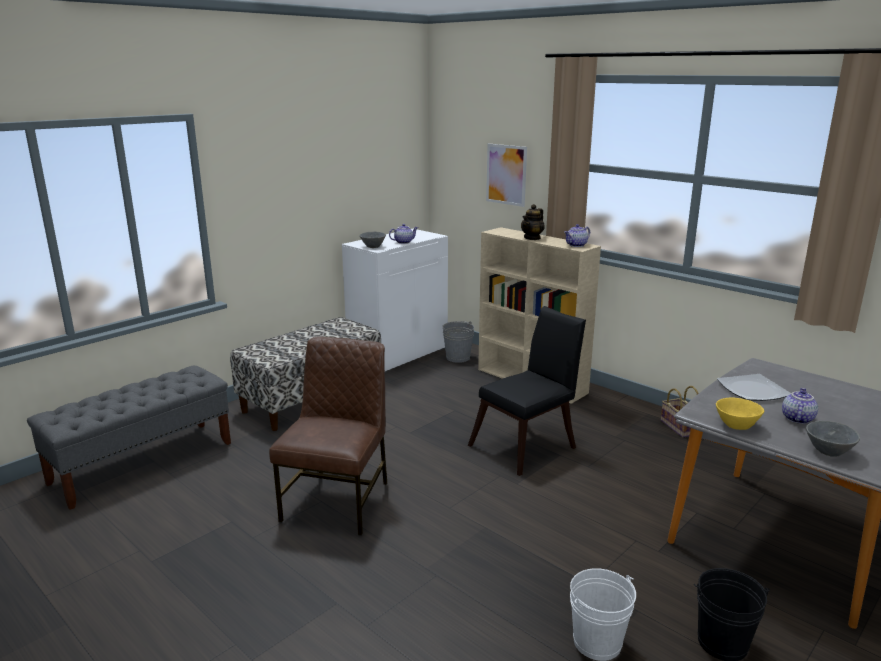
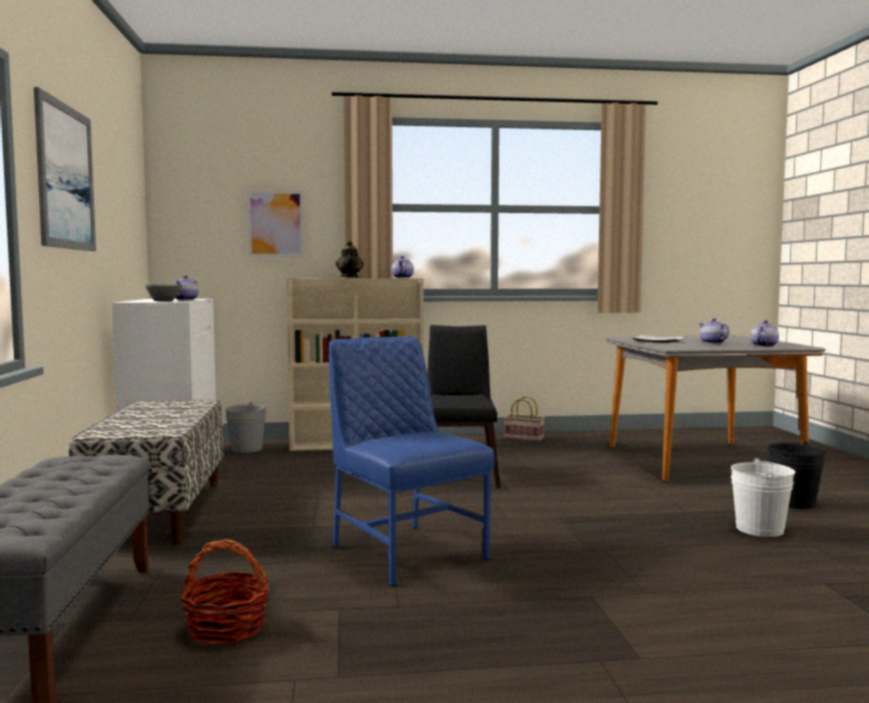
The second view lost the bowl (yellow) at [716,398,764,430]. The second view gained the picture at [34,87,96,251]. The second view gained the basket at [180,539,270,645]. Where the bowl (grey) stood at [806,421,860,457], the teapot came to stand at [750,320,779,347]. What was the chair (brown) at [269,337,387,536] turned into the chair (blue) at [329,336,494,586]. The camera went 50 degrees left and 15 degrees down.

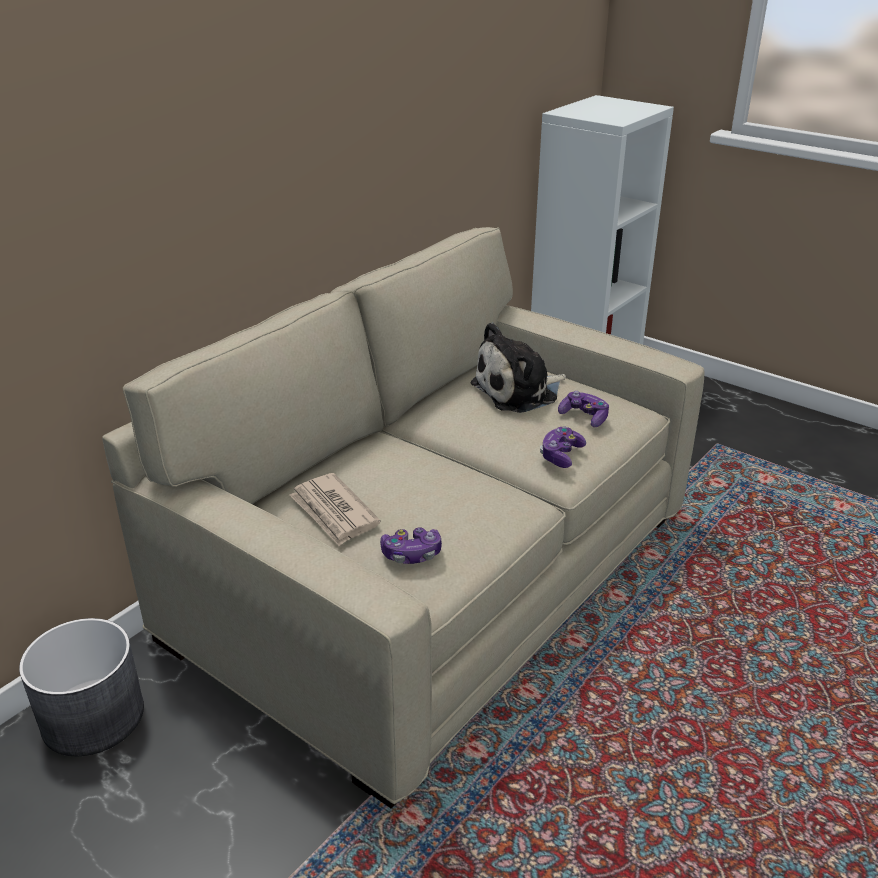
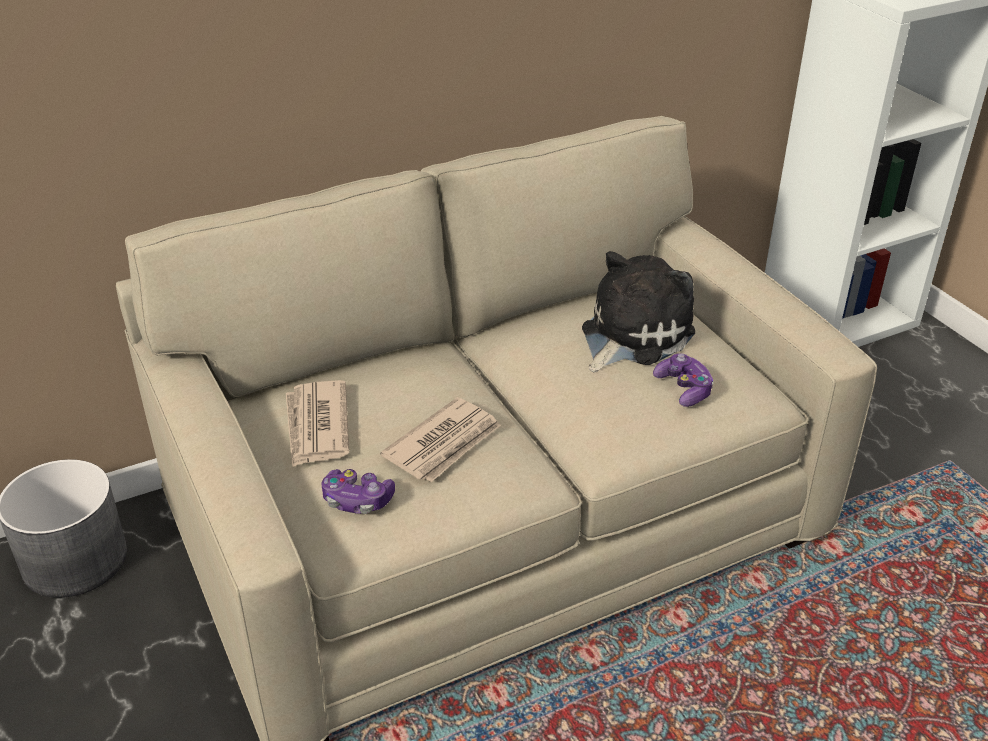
The second view lost the game controller at [540,427,586,468]. The second view gained the newspaper at [380,397,501,482]. The plush toy at [471,322,566,413] ended up facing another way, 135 degrees clockwise from before. The camera went 25 degrees right and 5 degrees up.

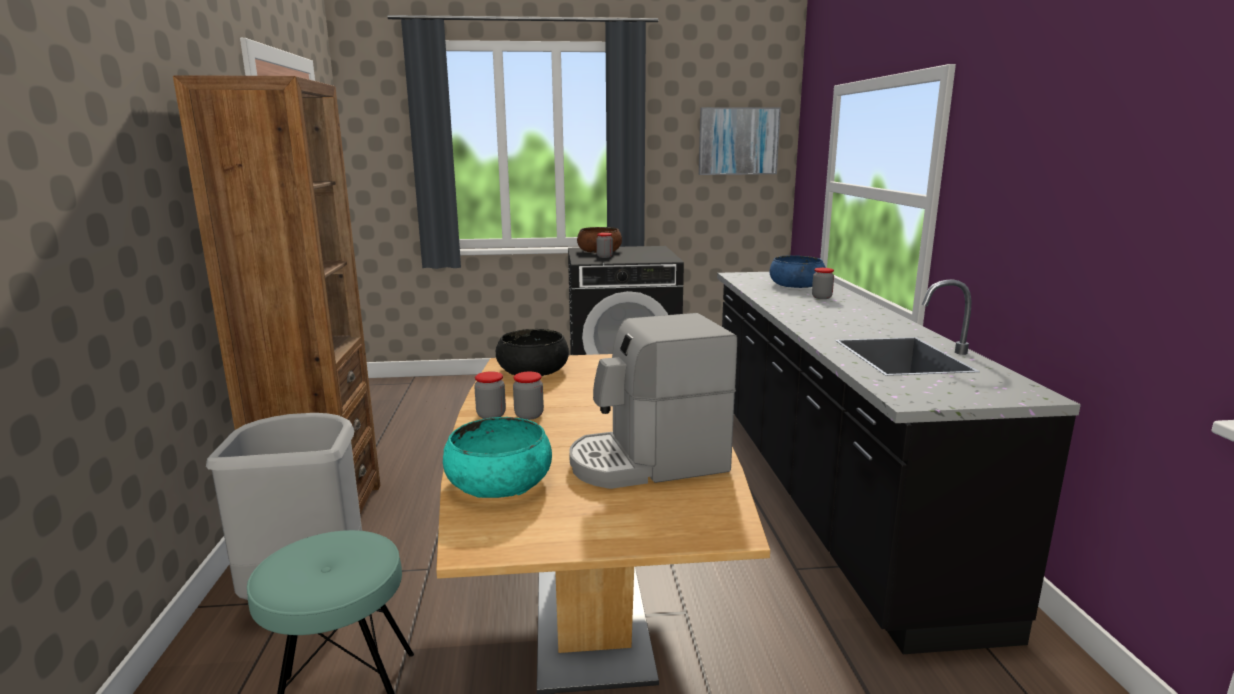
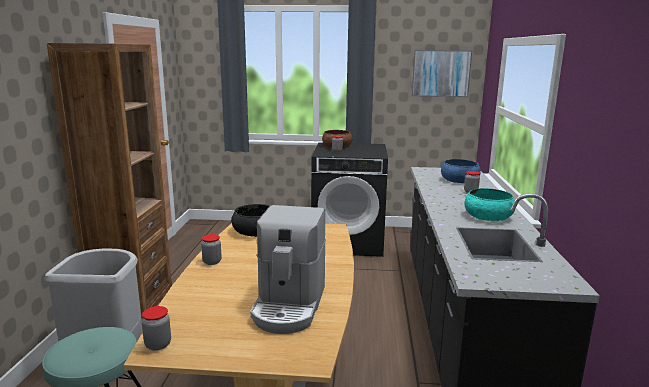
The bowl (turquoise) ended up elsewhere, having gone from [443,417,552,498] to [465,188,515,221]. The jar ended up elsewhere, having gone from [513,372,544,420] to [142,306,171,351]. The coffee machine at [569,313,737,489] ended up facing another way, 75 degrees counterclockwise from before. The camera went 10 degrees right and 0 degrees up.

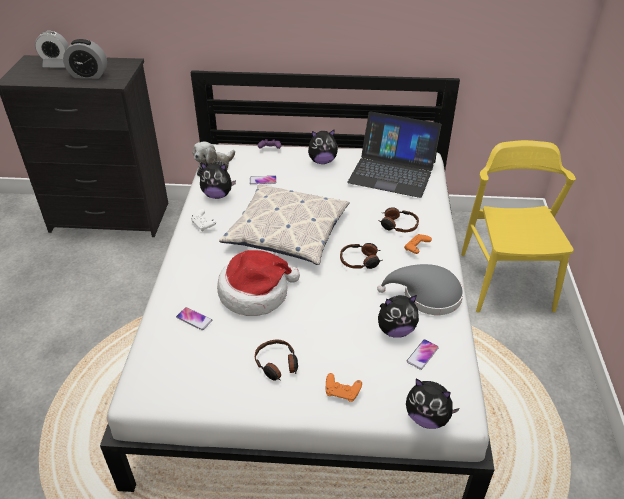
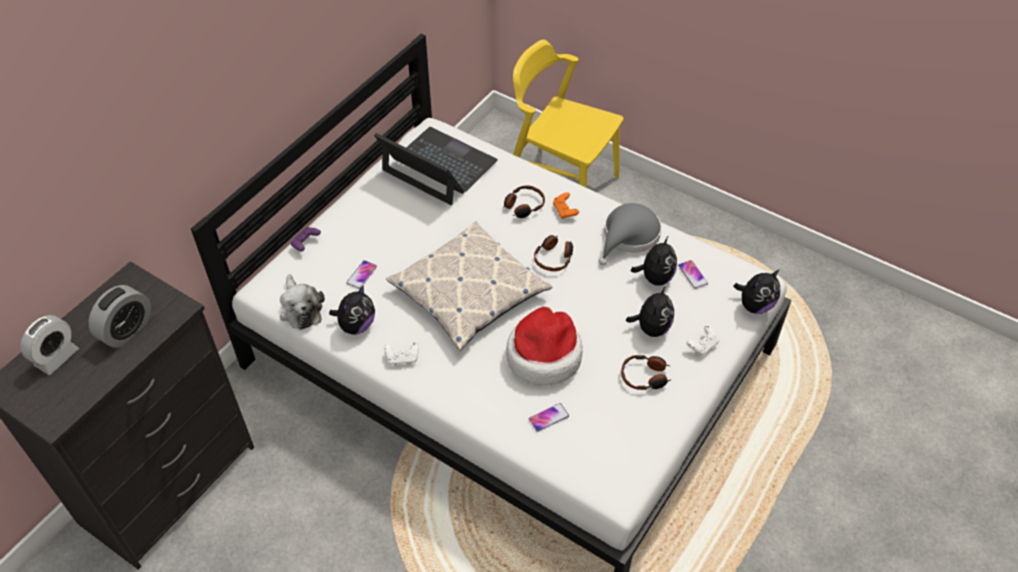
The plush toy ended up elsewhere, having gone from [308,129,338,164] to [626,286,674,337]. What was the game controller (orange) at [326,373,362,402] turned into the game controller (white) at [686,325,719,356]. The laptop at [347,112,442,198] ended up facing another way, 105 degrees counterclockwise from before. The camera went 60 degrees left and 10 degrees up.

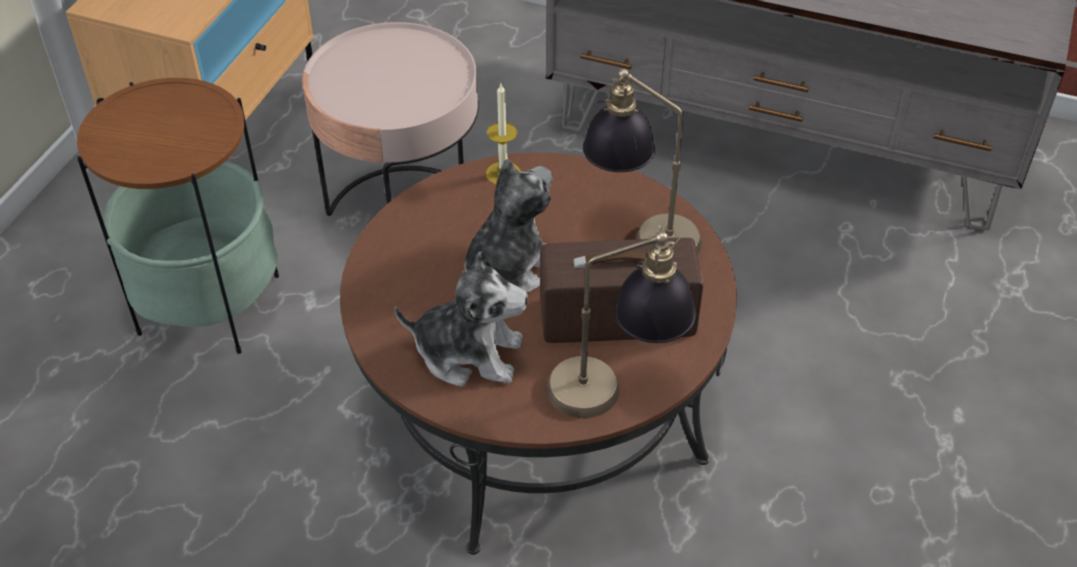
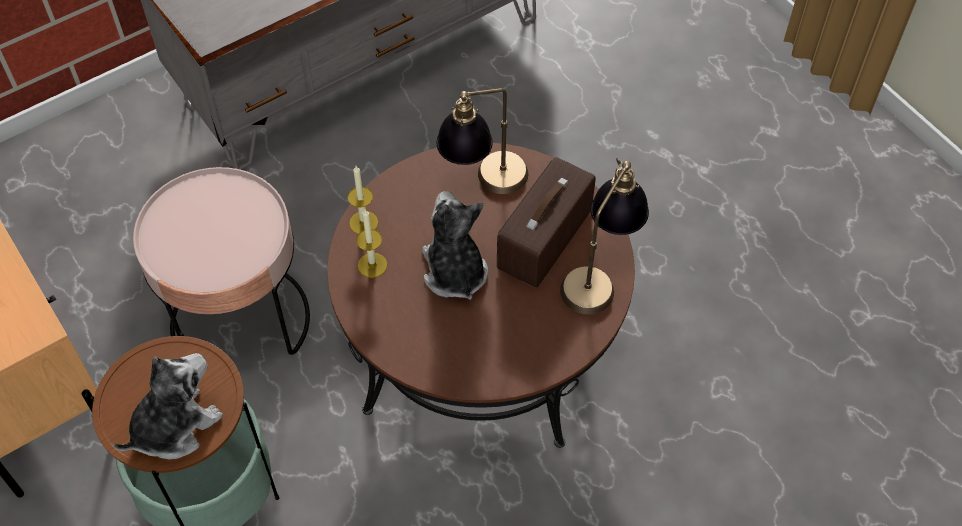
The second view gained the candle at [356,210,387,278]. The plush toy ended up elsewhere, having gone from [394,252,528,387] to [113,353,223,460]. The camera went 55 degrees left and 10 degrees up.

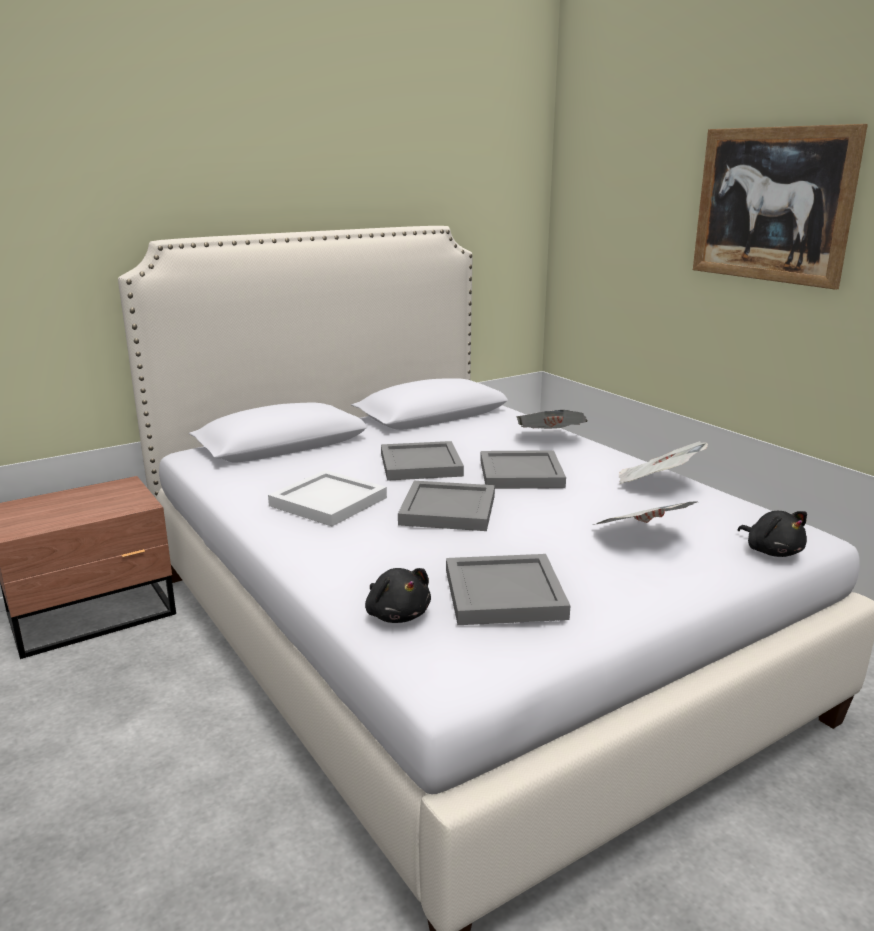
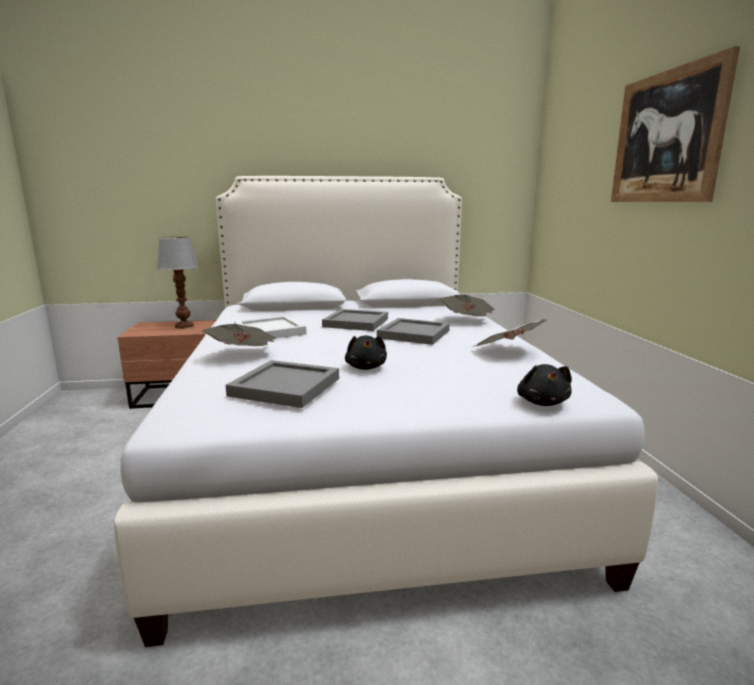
The second view lost the tray (grey) at [398,481,495,531]. The second view gained the table lamp at [157,237,199,329]. The plush toy (black) ended up elsewhere, having gone from [365,568,431,623] to [345,335,387,370]. The newspaper ended up elsewhere, having gone from [593,501,698,525] to [201,324,276,346]. The camera went 25 degrees right and 5 degrees down.

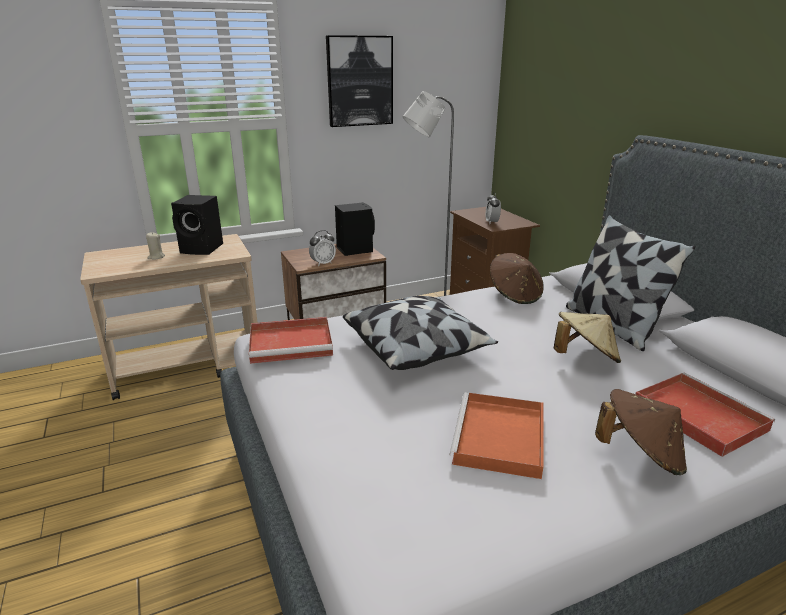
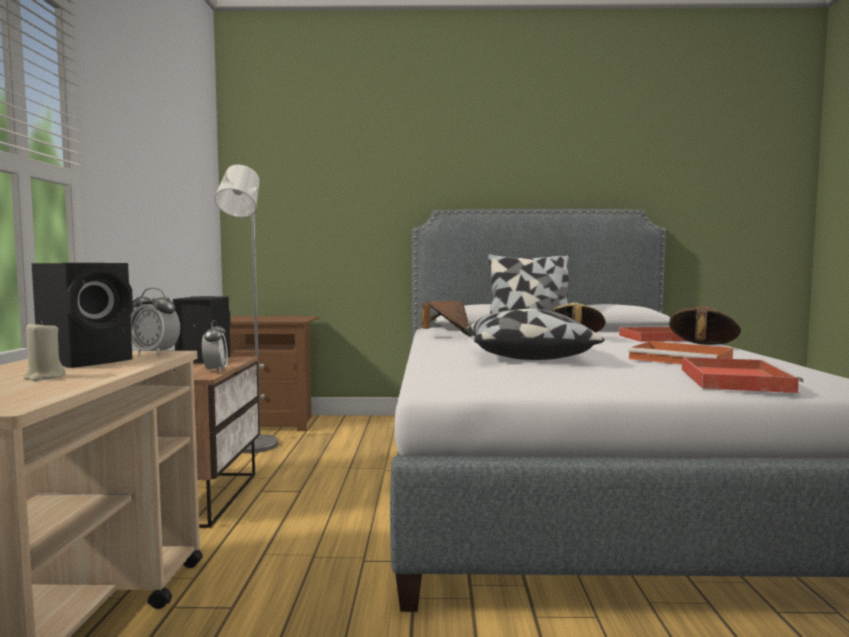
The second view lost the picture at [326,35,393,127]. The tray (red) ended up elsewhere, having gone from [249,317,333,364] to [682,357,804,393]. The alarm clock ended up elsewhere, having gone from [486,192,501,223] to [131,288,180,355]. The camera went 65 degrees left and 20 degrees down.

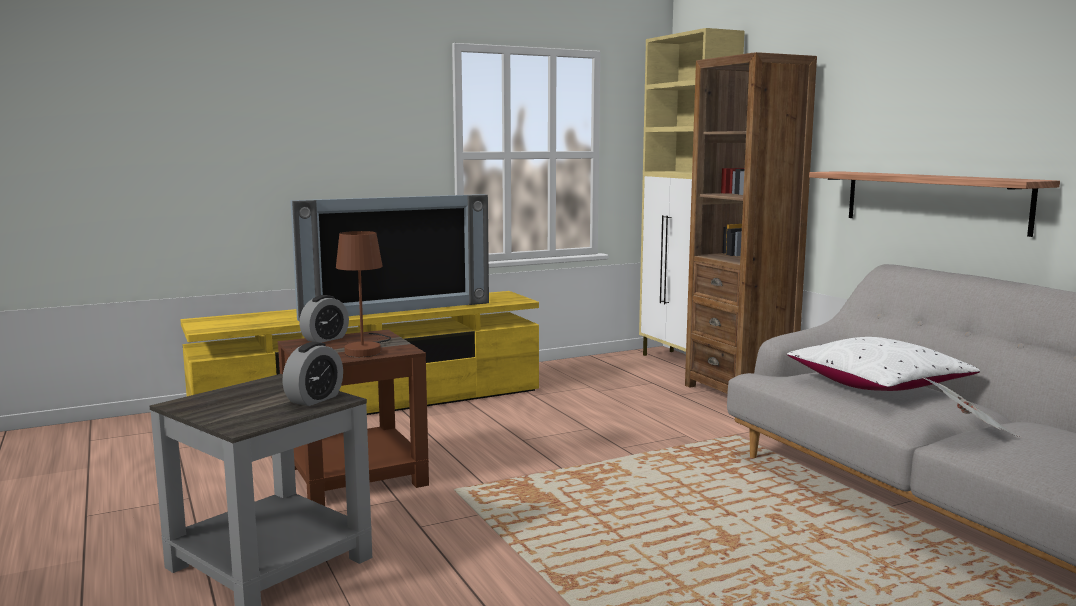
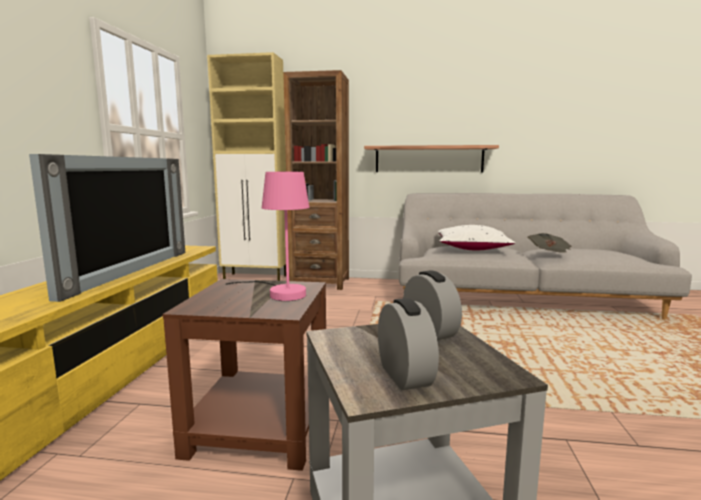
The alarm clock ended up elsewhere, having gone from [299,295,349,343] to [378,298,439,390]. What was the table lamp (brown) at [336,231,391,357] turned into the table lamp (pink) at [225,172,310,301]. The camera went 55 degrees left and 0 degrees up.

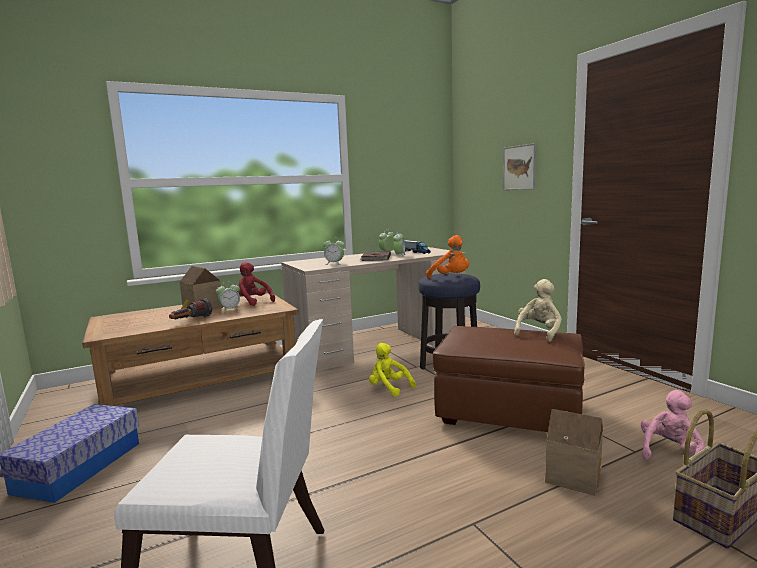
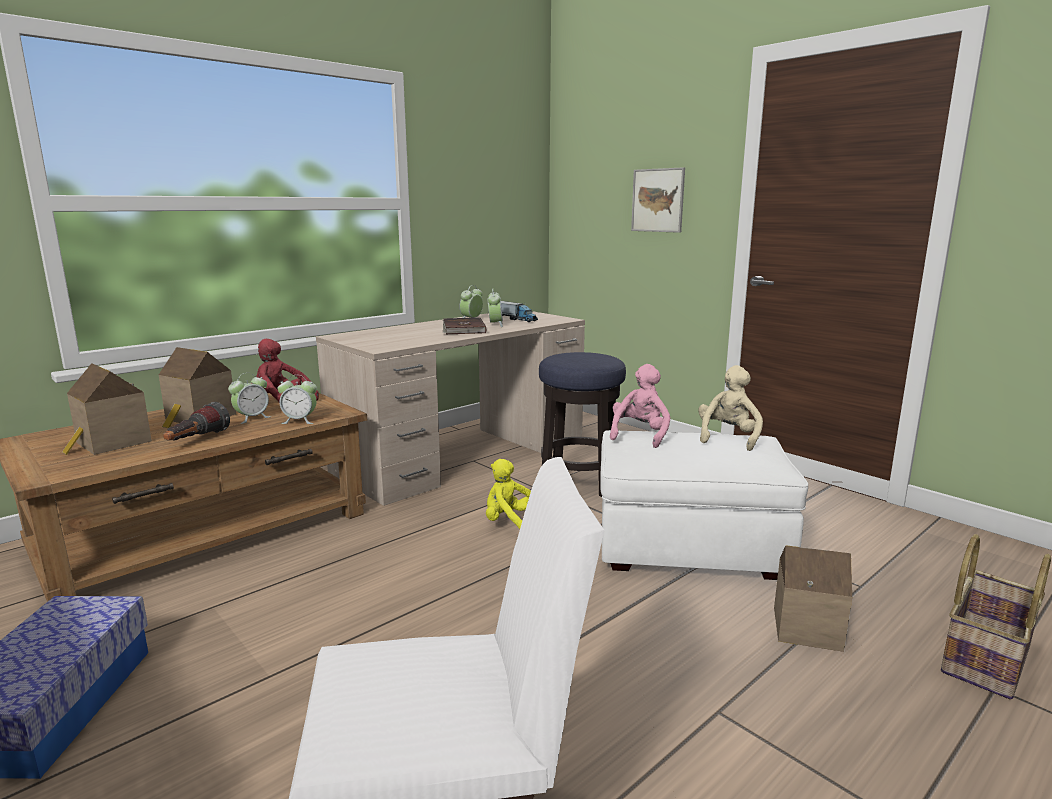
The second view lost the plush toy (orange) at [426,235,469,278]. The second view gained the toy house at [62,363,152,455]. The alarm clock ended up elsewhere, having gone from [323,237,344,265] to [278,375,317,424]. The plush toy (pink) ended up elsewhere, having gone from [641,390,705,460] to [610,364,671,448]. What was the ottoman (brown) at [433,326,585,432] turned into the ottoman (white) at [600,430,808,580]. The camera went 15 degrees left and 5 degrees up.

